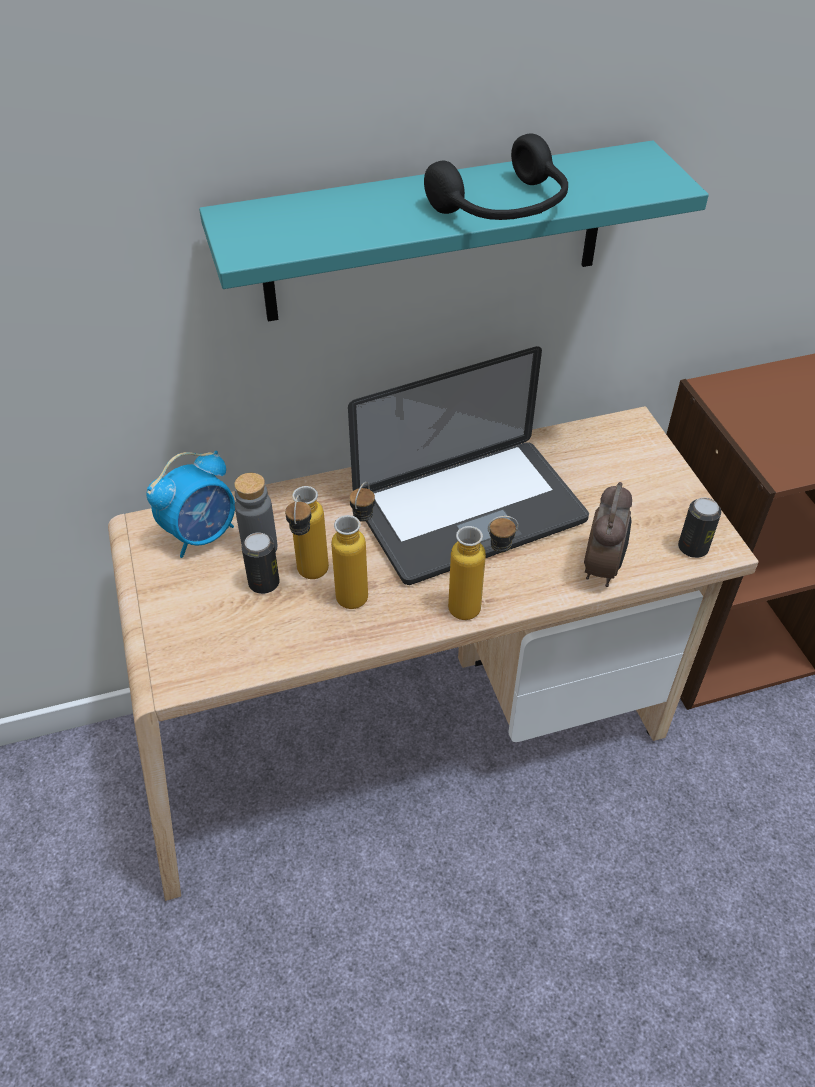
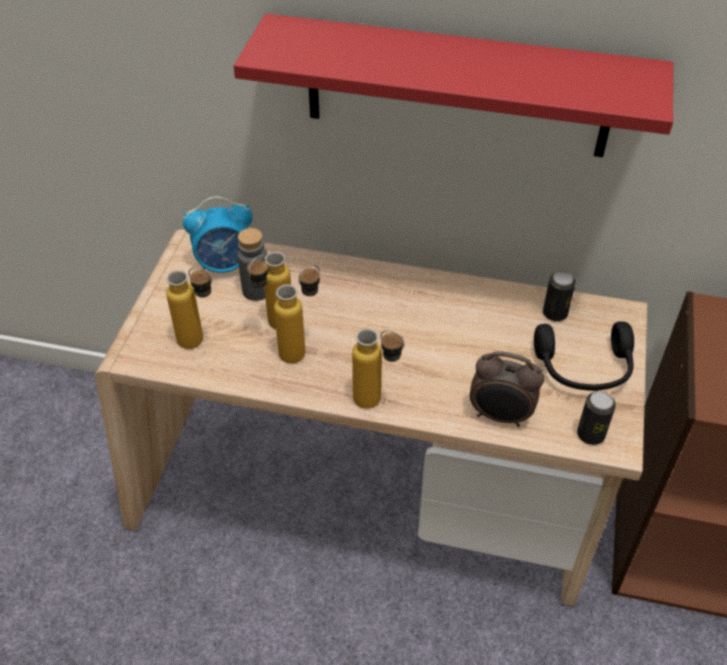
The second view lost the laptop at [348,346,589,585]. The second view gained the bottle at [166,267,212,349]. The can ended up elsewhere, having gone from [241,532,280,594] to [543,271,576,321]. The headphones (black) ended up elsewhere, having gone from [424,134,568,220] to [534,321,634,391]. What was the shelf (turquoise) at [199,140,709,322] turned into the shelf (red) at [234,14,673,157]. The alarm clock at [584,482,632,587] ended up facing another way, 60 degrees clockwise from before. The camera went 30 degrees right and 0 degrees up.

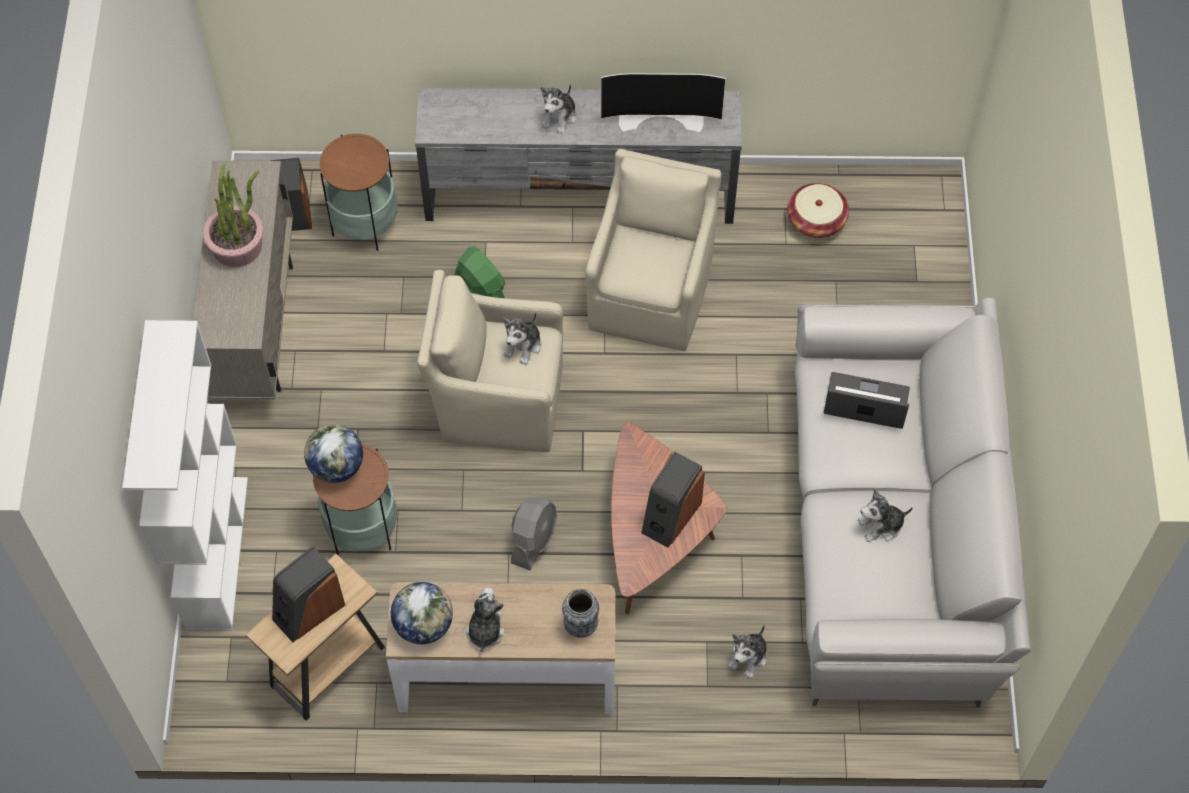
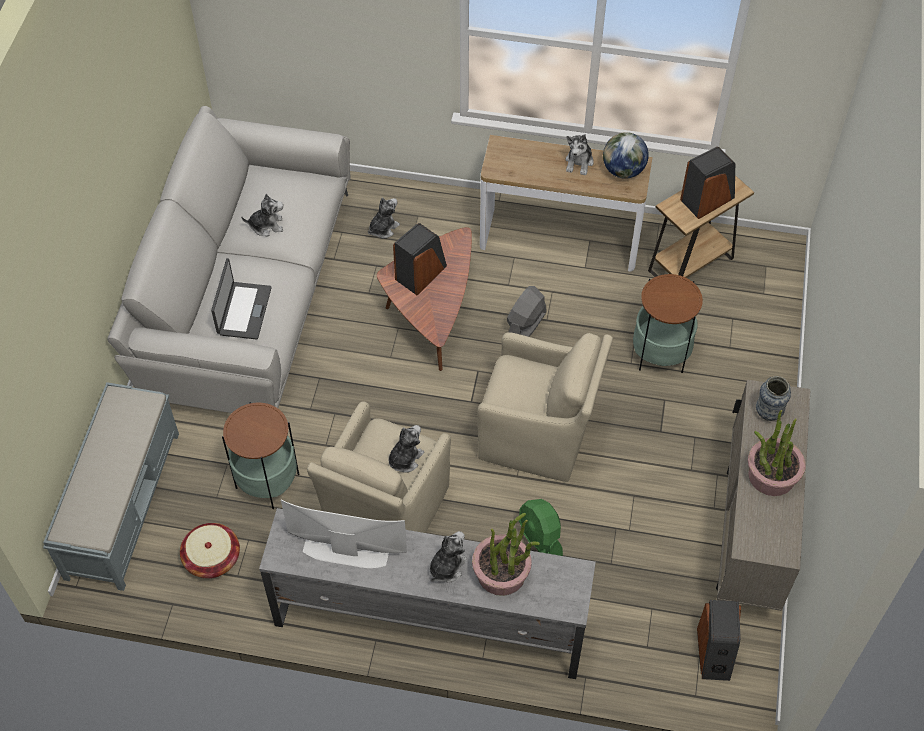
The second view lost the bookcase (white) at [122,320,248,630]. The second view lost the globe at [304,424,363,483]. The second view gained the bench (grey) at [43,382,179,591]. The second view gained the potted plant at [472,513,540,596]. The side table ended up elsewhere, having gone from [320,134,398,251] to [222,402,300,509]. The plush toy ended up elsewhere, having gone from [503,312,541,365] to [389,425,424,473]. The vase ended up elsewhere, having gone from [562,589,599,638] to [756,376,791,421]. The laptop at [824,372,910,429] ended up facing another way, 105 degrees counterclockwise from before. The camera went 170 degrees left and 5 degrees down.

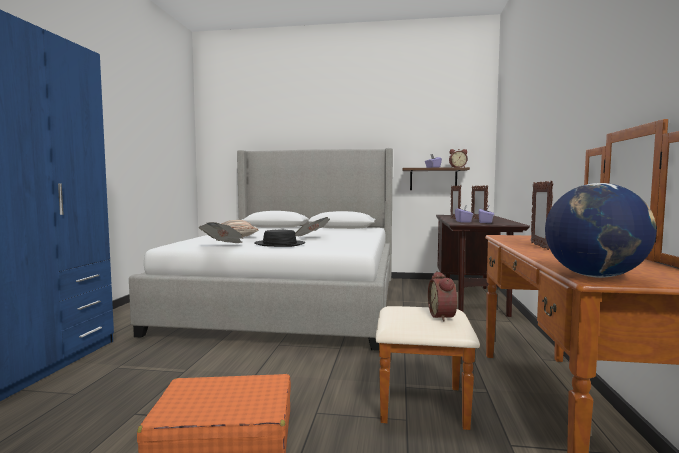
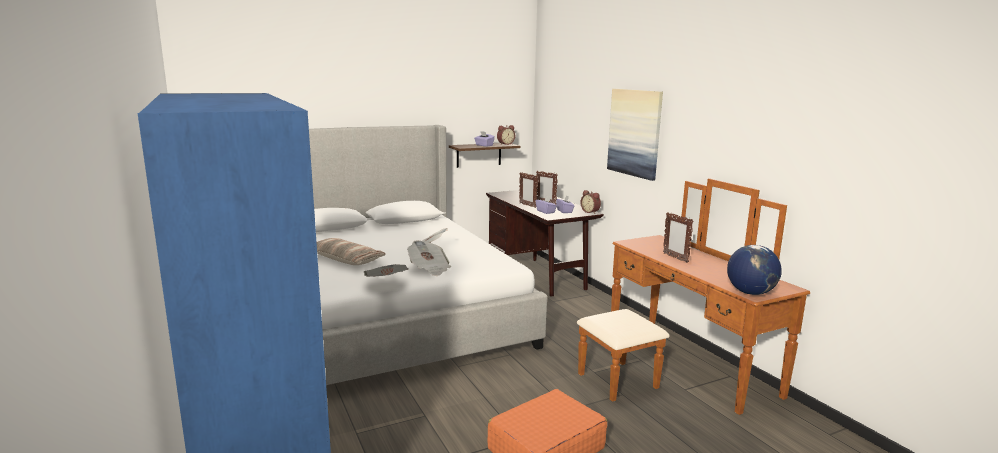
The second view gained the picture at [607,89,663,181]. The alarm clock ended up elsewhere, having gone from [428,271,457,322] to [581,190,601,214]. Where the hat (black) stood at [254,229,305,247], the newspaper came to stand at [407,240,451,276]. The camera went 35 degrees left and 10 degrees up.

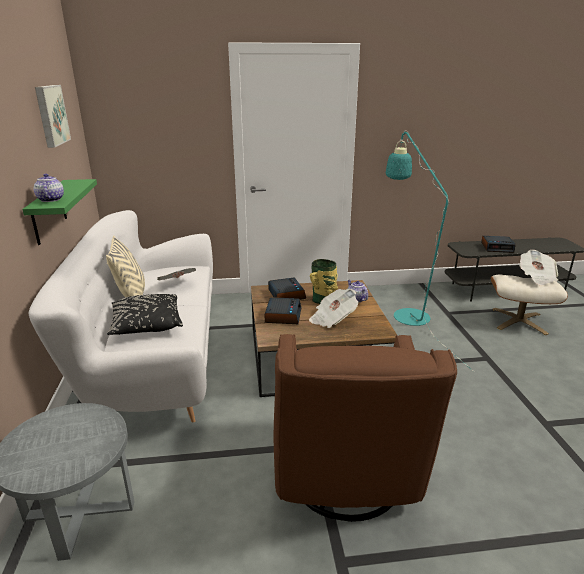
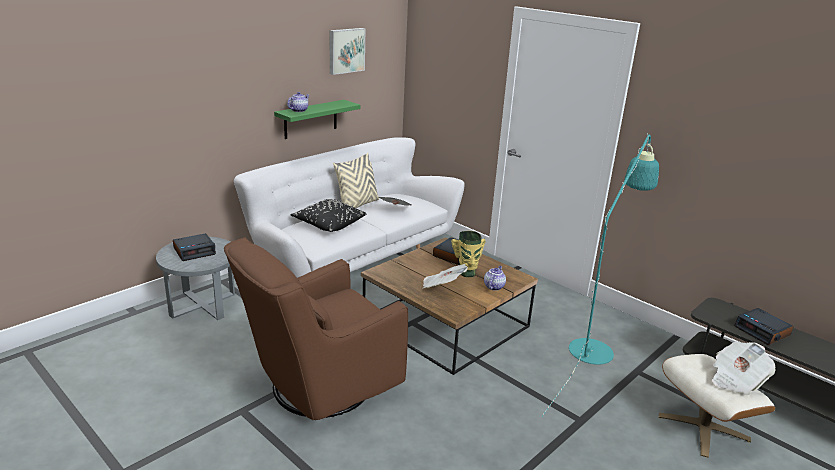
The alarm clock ended up elsewhere, having gone from [265,297,301,324] to [173,233,216,261]. The camera went 50 degrees right and 0 degrees up.

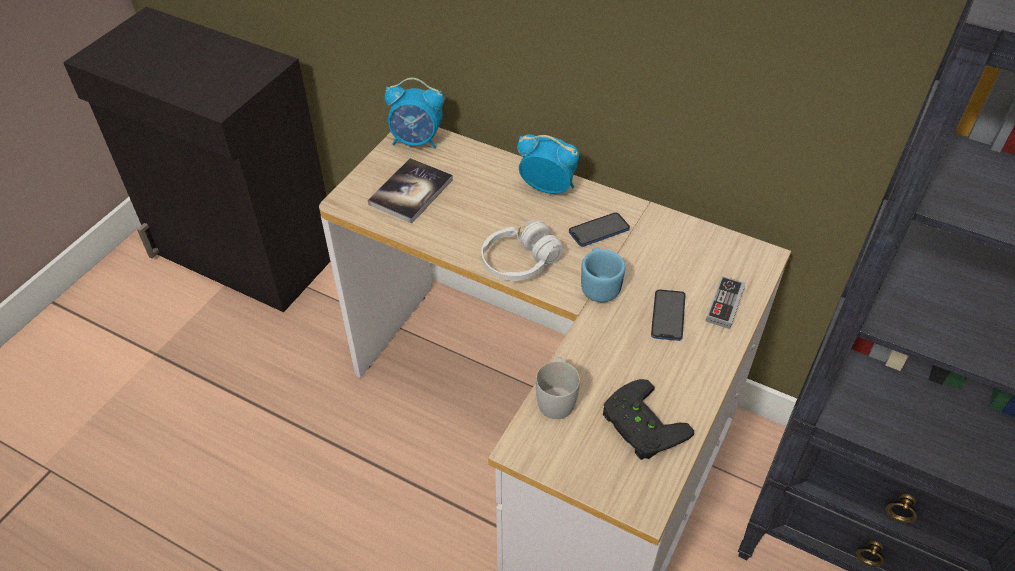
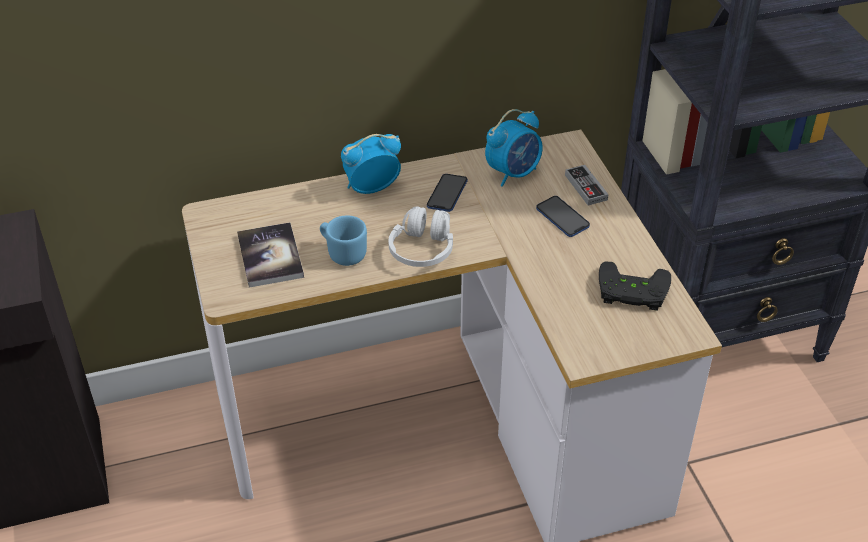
The second view lost the mug (white) at [536,357,580,419]. The alarm clock ended up elsewhere, having gone from [384,78,444,149] to [485,109,543,187]. The mug (blue) ended up elsewhere, having gone from [581,248,625,302] to [320,215,367,266]. The camera went 45 degrees left and 5 degrees down.

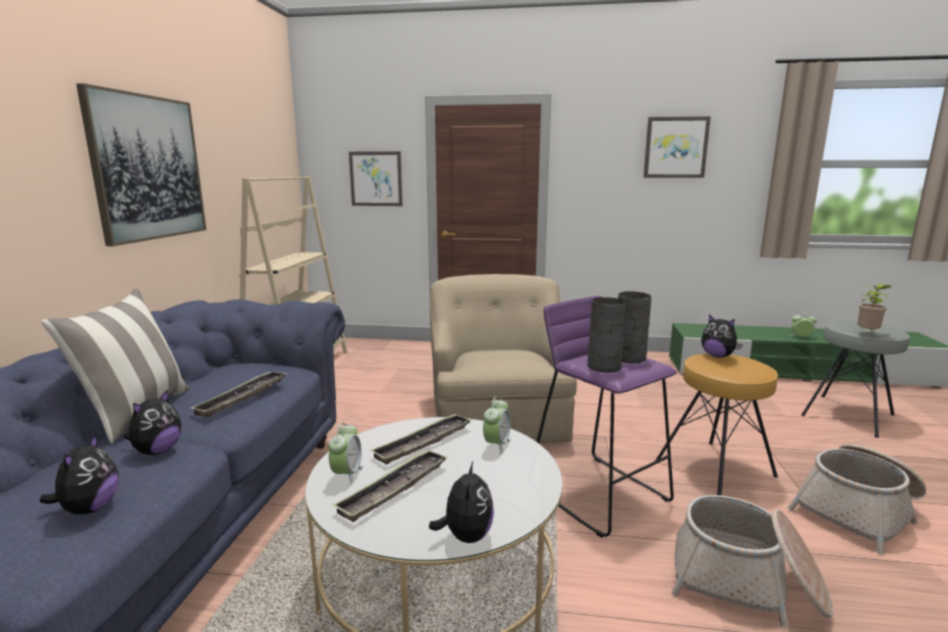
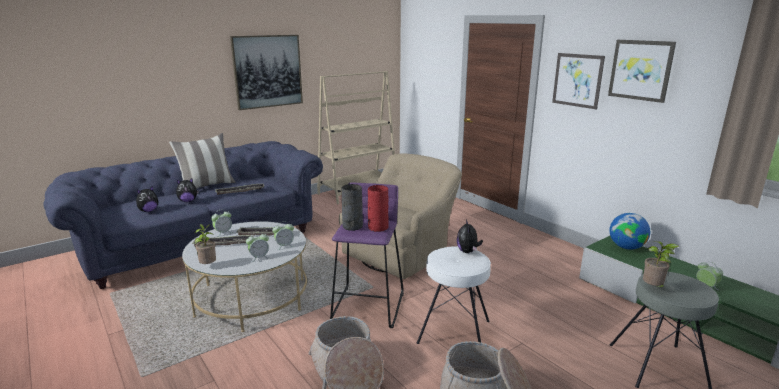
The second view gained the alarm clock at [246,232,270,262]. The second view gained the globe at [610,213,650,250]. The picture ended up elsewhere, having gone from [349,151,403,206] to [552,53,605,109]. Where the plush toy stood at [429,462,494,543], the potted plant came to stand at [195,224,216,264]. What was the vase (grey) at [618,291,651,364] turned into the vase (red) at [368,185,389,232]. What was the stool (brown) at [655,354,778,495] turned into the stool (white) at [417,246,491,344]. The camera went 45 degrees right and 5 degrees up.

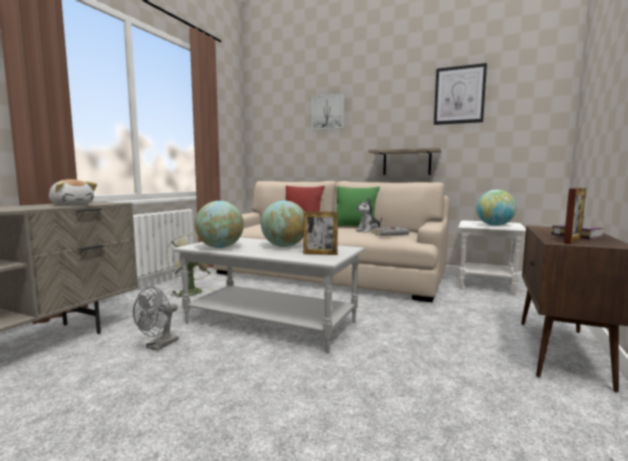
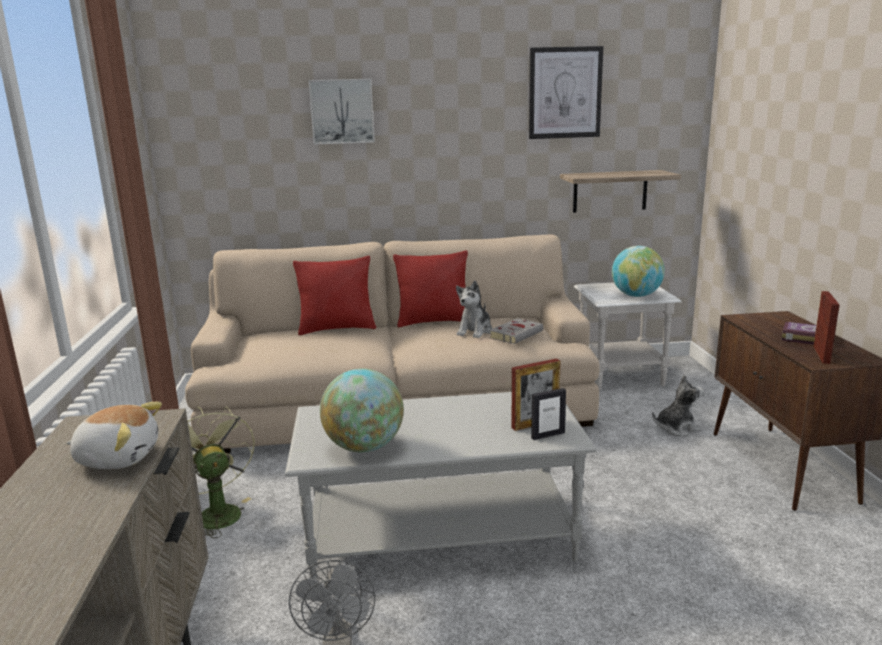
The second view lost the globe at [261,200,304,247]. The second view gained the picture frame at [531,388,566,440]. The second view gained the plush toy at [652,375,704,436]. The shelf ended up elsewhere, having gone from [368,148,441,175] to [560,170,681,213]. What was the pillow (green) at [336,186,380,226] turned into the pillow (red) at [393,251,468,327]. The camera went 30 degrees left and 10 degrees up.

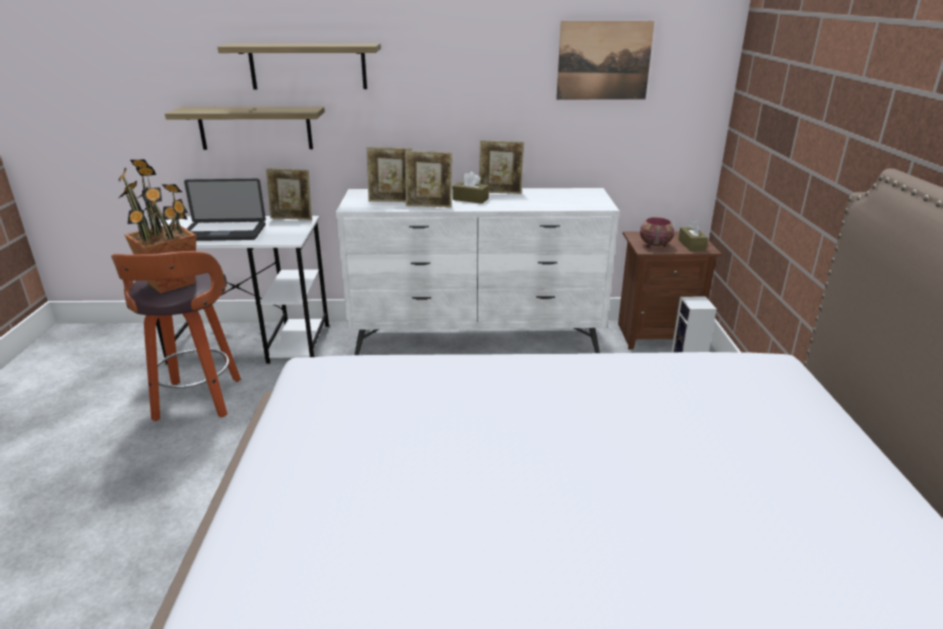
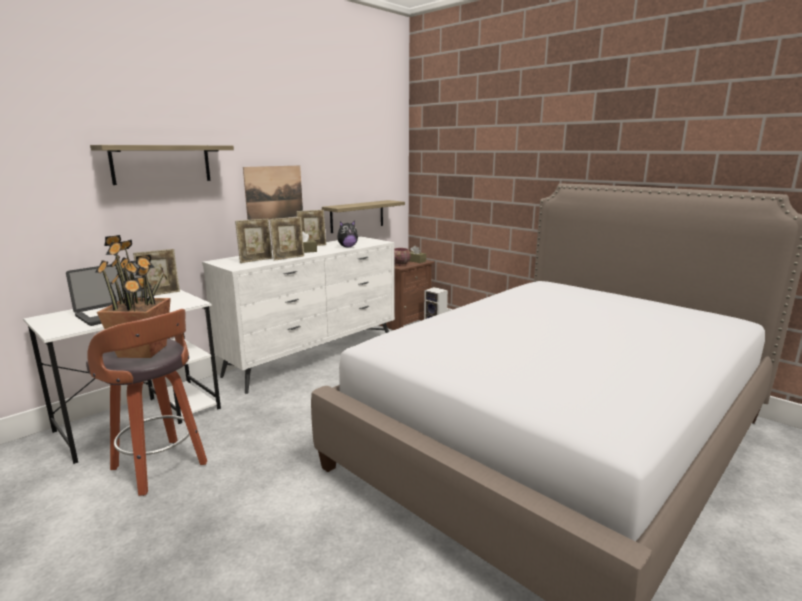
The second view gained the plush toy at [337,221,358,247]. The shelf ended up elsewhere, having gone from [165,107,325,150] to [322,200,405,233]. The picture ended up elsewhere, having gone from [556,21,655,100] to [243,165,303,220]. The camera went 45 degrees left and 10 degrees down.

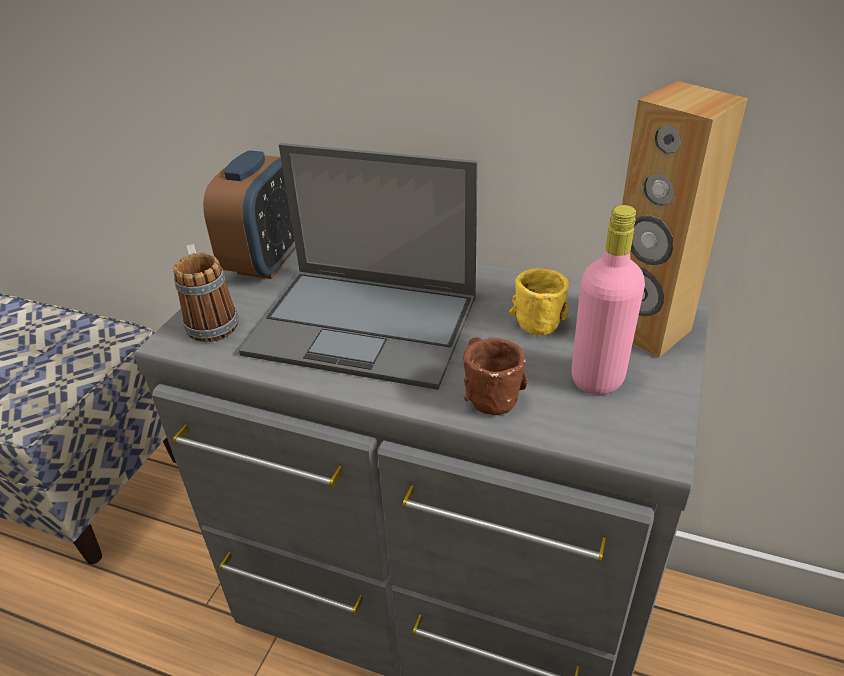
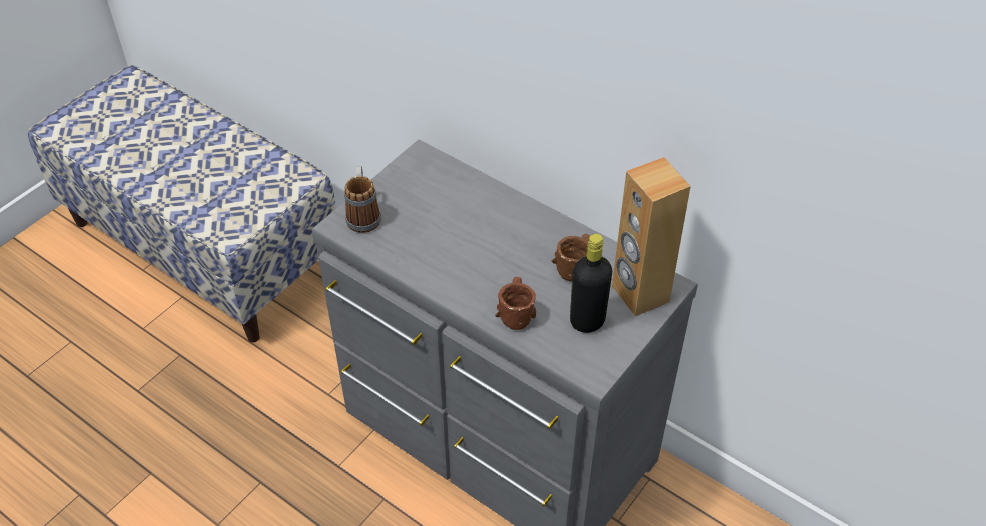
The second view lost the alarm clock at [203,150,296,279]. The second view lost the laptop at [239,143,478,390]. What was the mug (yellow) at [509,268,570,336] turned into the mug (brown) at [551,234,590,282]. What was the bottle (pink) at [571,205,645,395] turned into the bottle (black) at [570,234,612,333]. The camera went 15 degrees right and 10 degrees up.

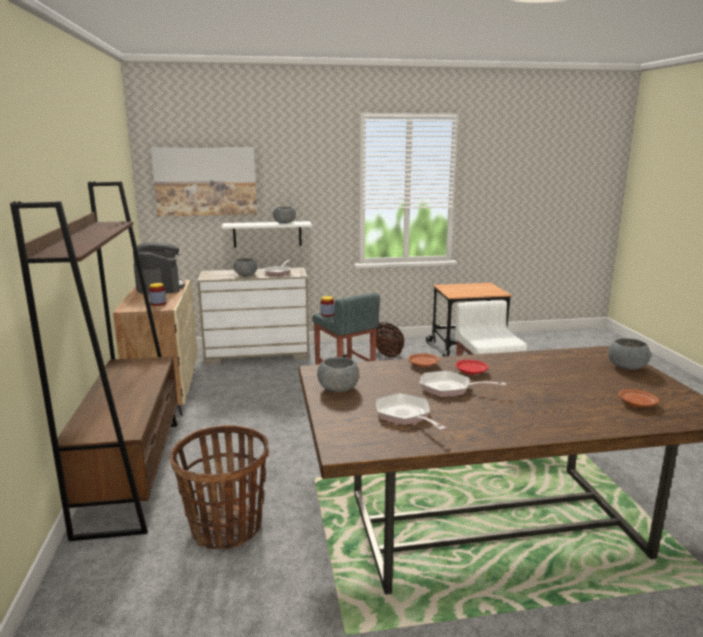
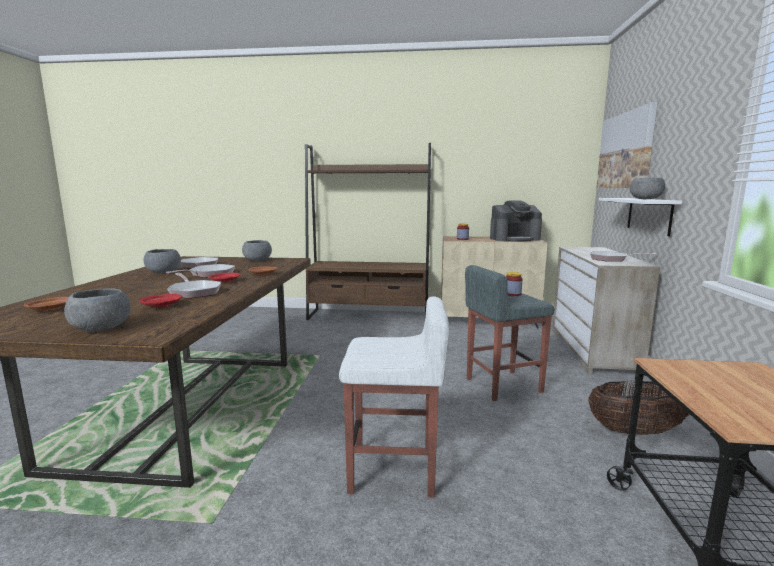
The second view lost the basket at [170,425,269,549]. The second view gained the plate (red) at [139,294,182,308]. The second view gained the frying pan at [167,273,221,299]. The bowl (grey) ended up elsewhere, having gone from [234,258,257,276] to [144,249,181,274]. The camera went 105 degrees right and 5 degrees down.

